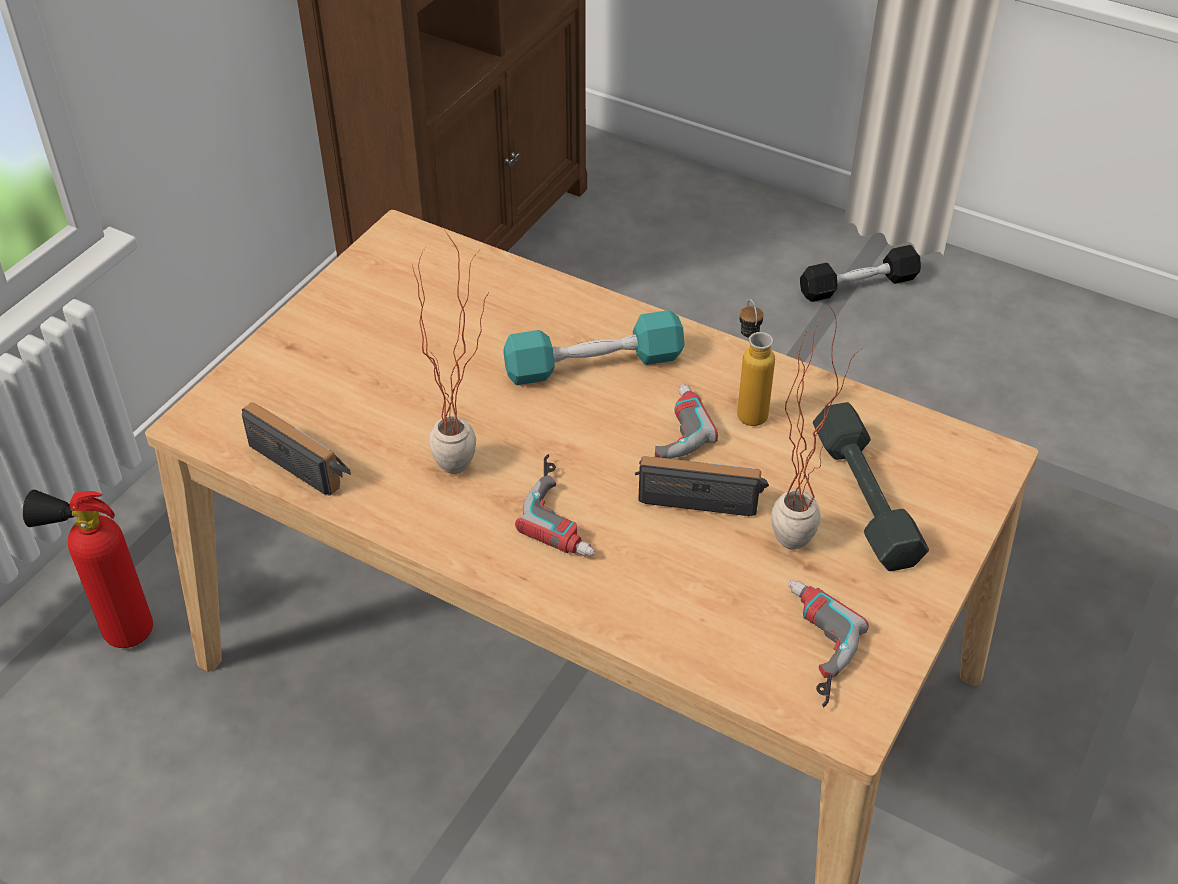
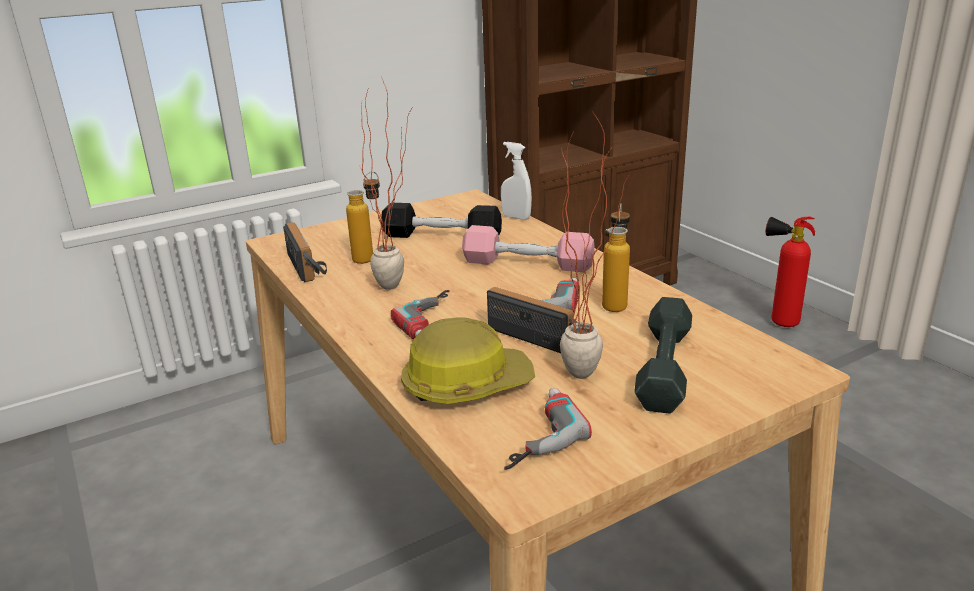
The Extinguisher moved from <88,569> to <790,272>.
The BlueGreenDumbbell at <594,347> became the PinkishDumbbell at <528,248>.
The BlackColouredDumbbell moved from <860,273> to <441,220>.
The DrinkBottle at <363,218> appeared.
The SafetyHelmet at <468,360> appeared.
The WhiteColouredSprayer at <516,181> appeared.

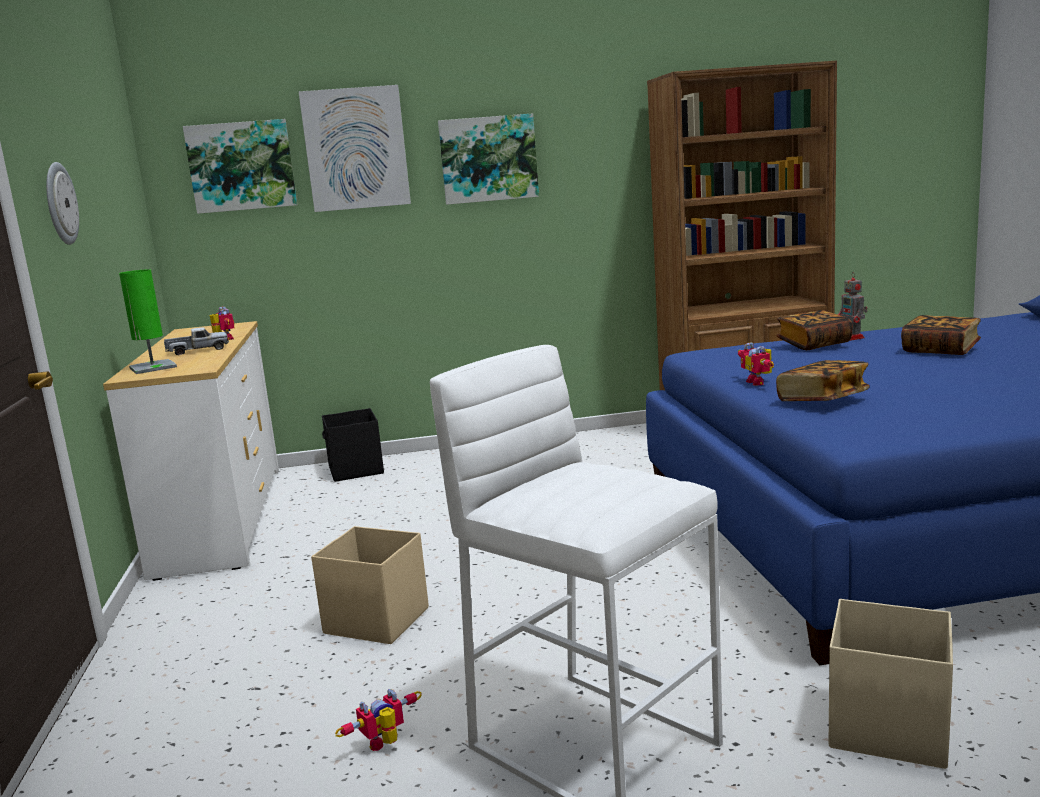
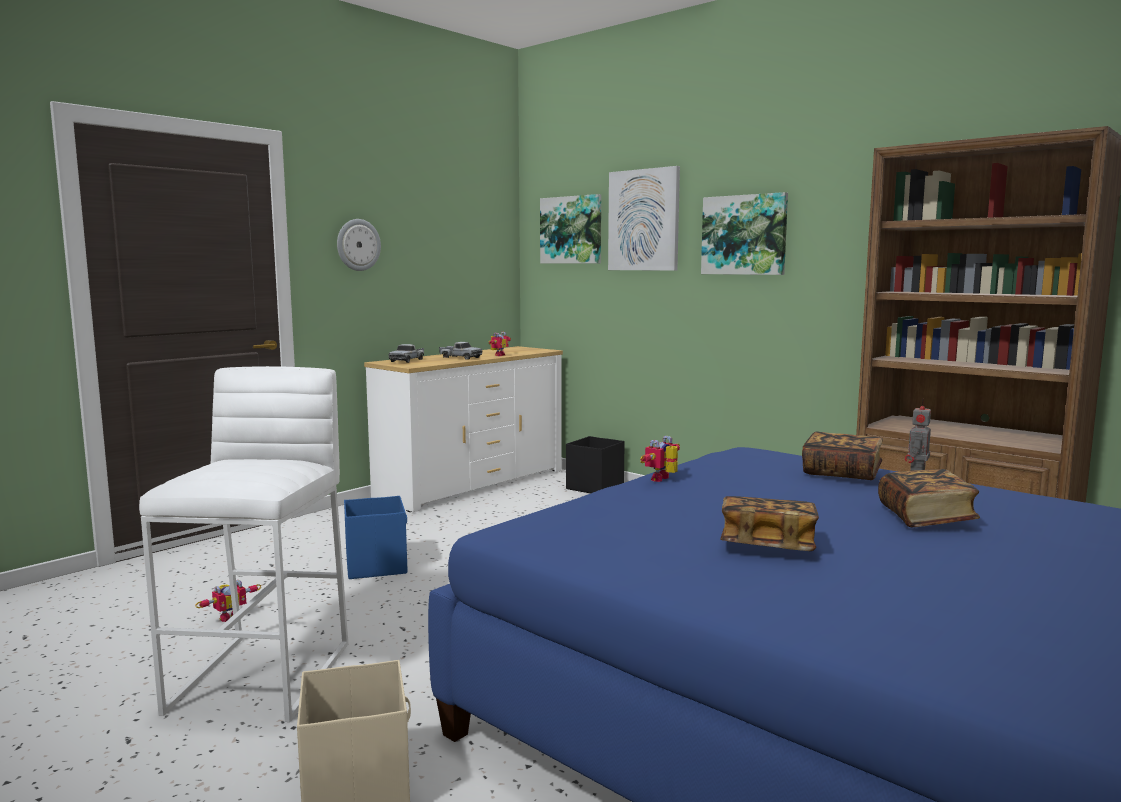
The GreenTableLamp at <148,321> was replaced by the ToyLorry at <406,353>.
The SandColouredStorageContainer at <370,585> became the BlueColouredStorageContainer at <375,537>.
The ToyRobot at <378,720> turned 120 degrees clockwise.
The BoundBook moved from <823,380> to <769,523>.

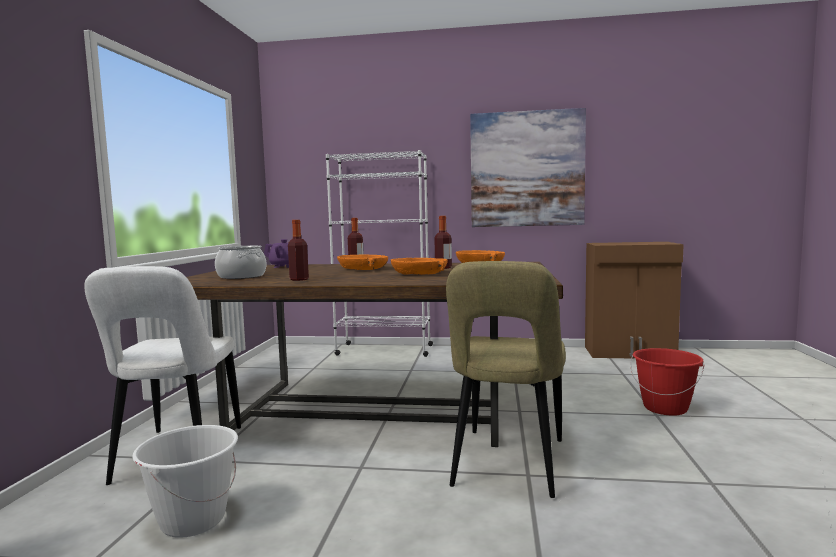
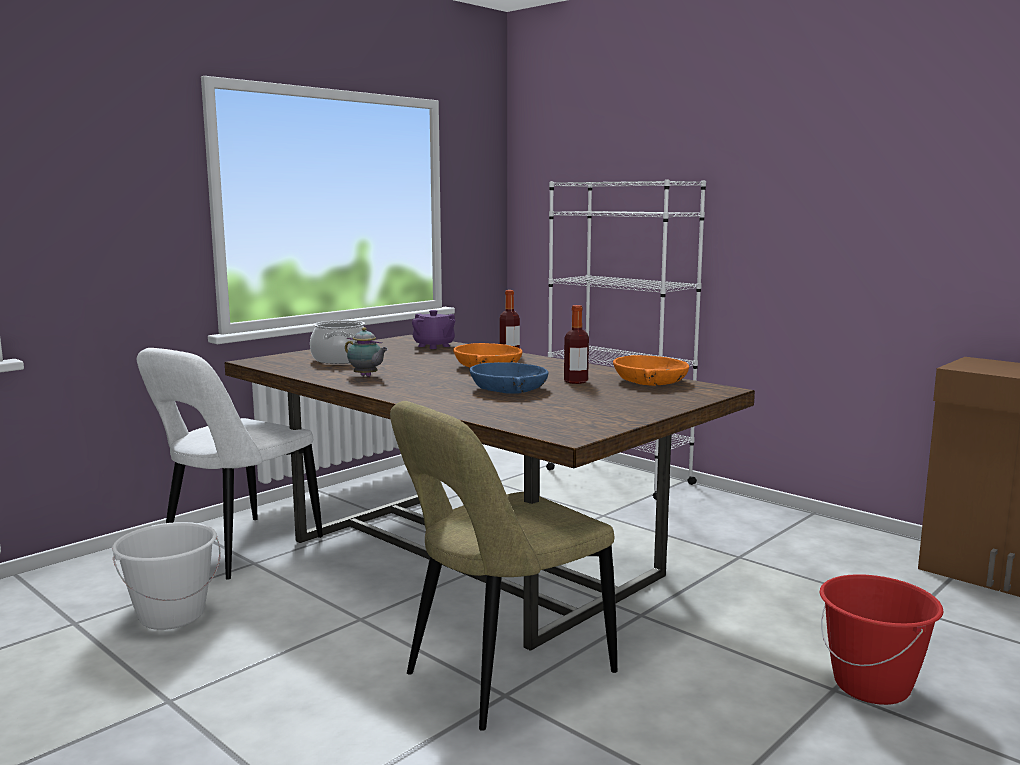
The DrinkBottle at <298,250> was replaced by the PotForTea at <366,352>.
The OrangeDeepDish at <419,266> became the BlueColouredDeepDish at <508,378>.
The WallArt at <528,167> disappeared.

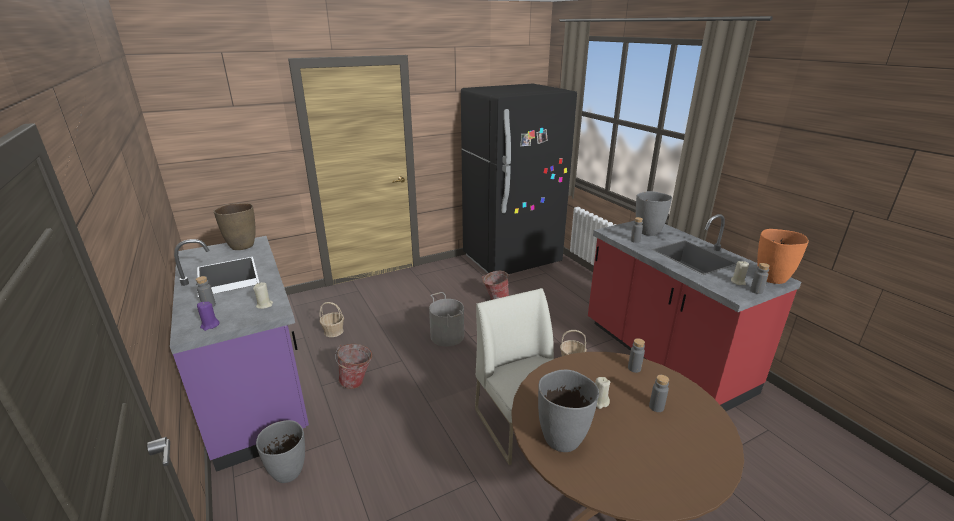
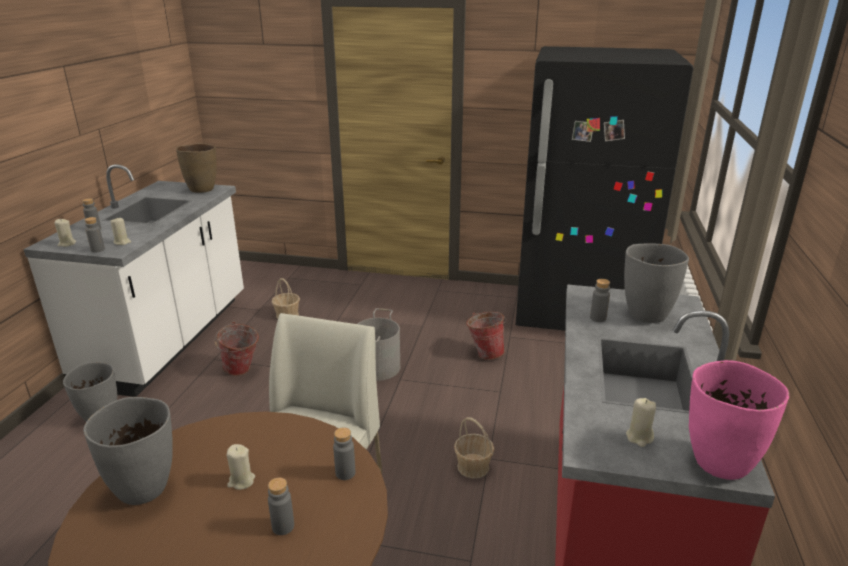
The PurpleColouredCounter at <239,354> became the WhiteColouredCounter at <133,280>.
The PurpleColouredWaxLight at <208,316> became the SandColouredWaxLight at <65,233>.
The GreyDrinkBottle moved from <760,278> to <95,235>.
The OrangeDecorativeVase at <783,256> became the PinkishDecorativeVase at <739,420>.

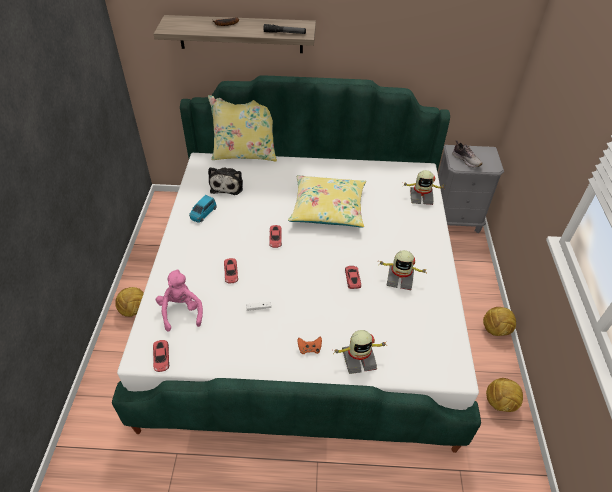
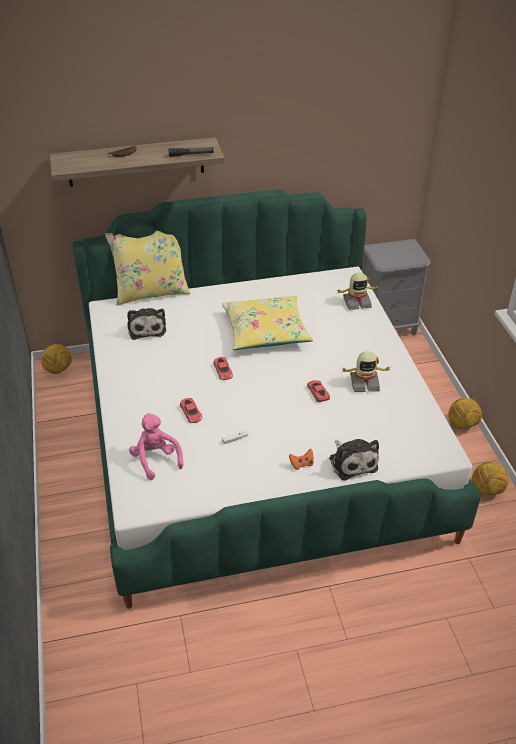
The FootballBall moved from <129,302> to <56,359>.
The ReddishModelCar at <161,356> disappeared.
The BlueColouredModelCar at <202,209> disappeared.
The ToyRobot at <360,352> was replaced by the PlushToy at <354,460>.
The LowShoe at <467,153> disappeared.

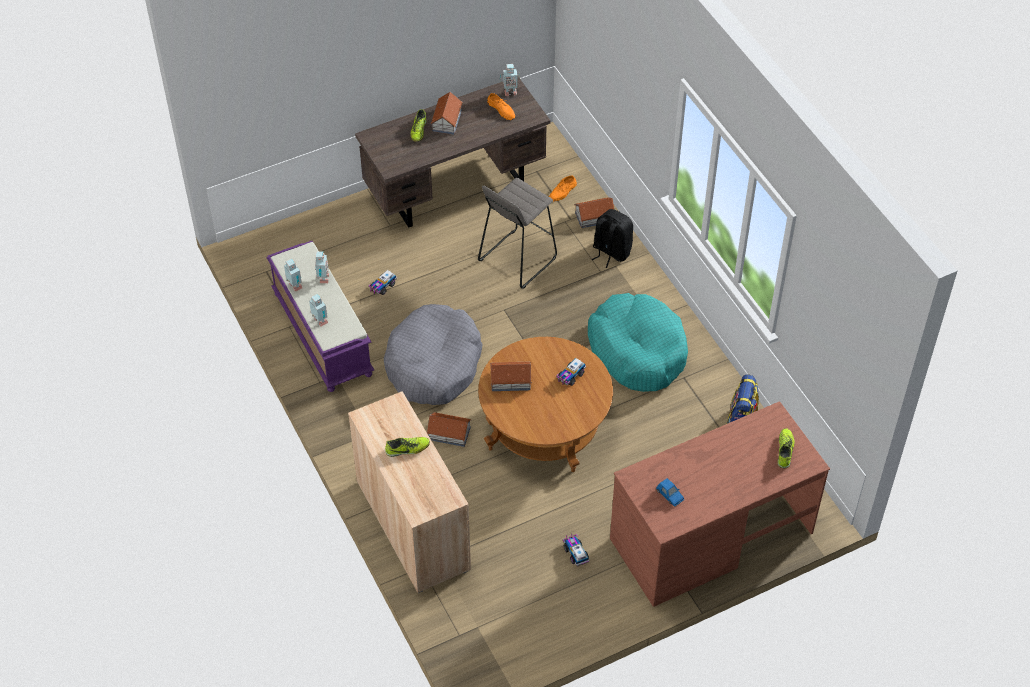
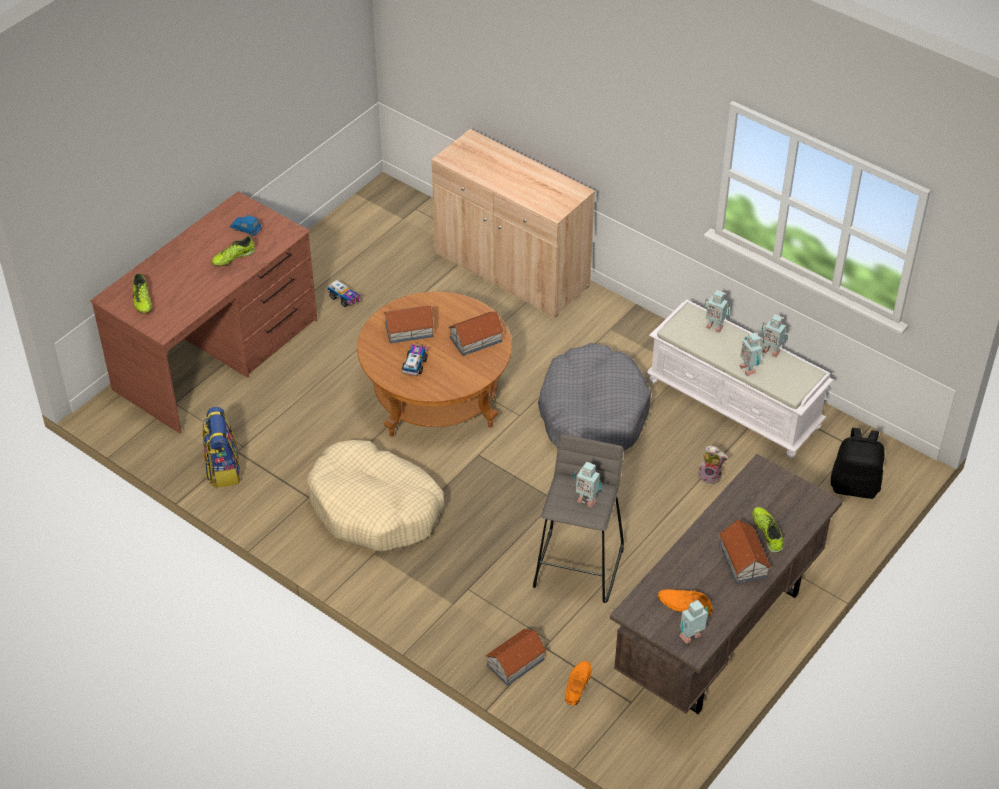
The PurpleColouredLongSeat at <320,316> became the WhiteColouredLongSeat at <739,379>.
The ToyLorry at <382,282> was replaced by the PlushToy at <713,464>.
The LowShoe moved from <407,447> to <233,251>.
The ModelHouse moved from <449,429> to <409,324>.
The BlueGreenDogBed at <638,342> became the SandColouredDogBed at <375,496>.
The BlackColouredRucksack moved from <612,238> to <858,463>.
The ToyRobot at <588,485> appeared.

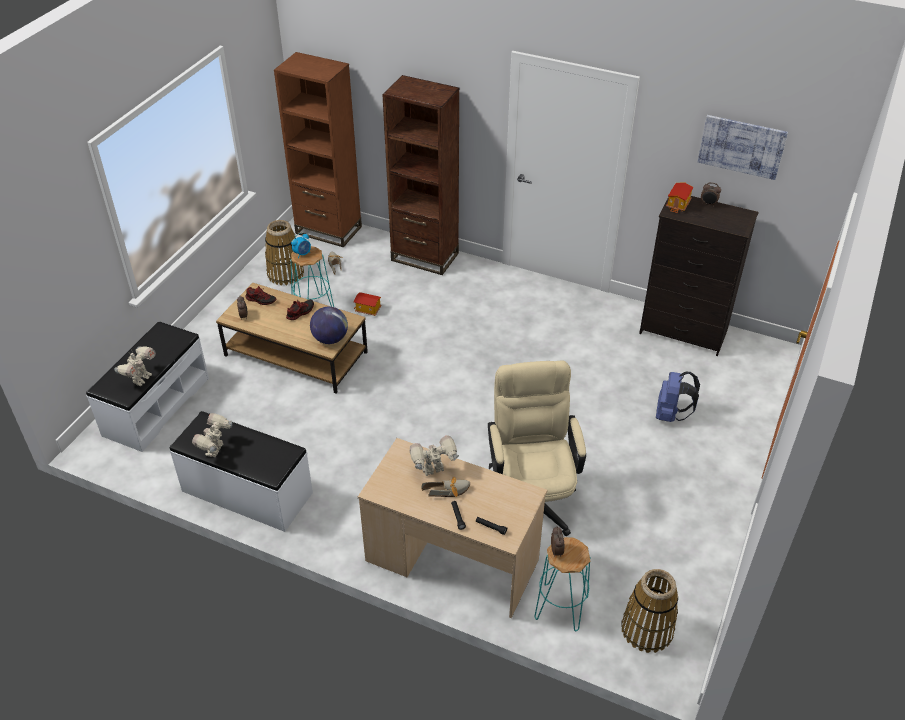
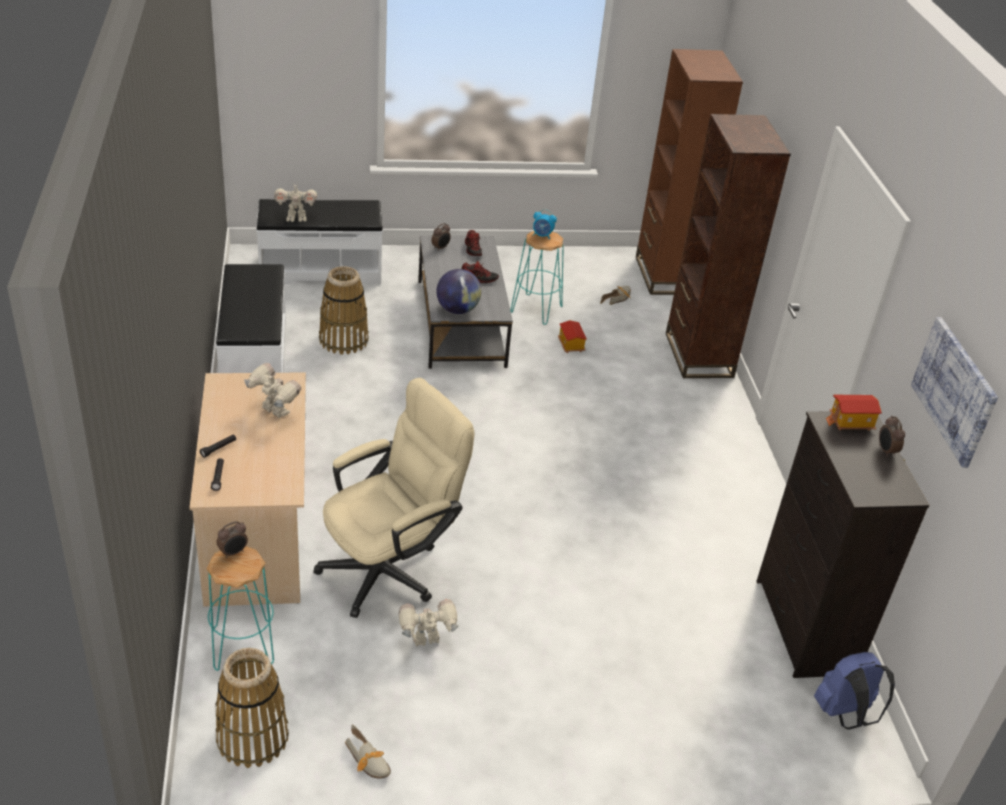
The ToyRobot moved from <212,435> to <429,622>.
The BrownColouredCoffeeTable at <292,338> became the GreyCoffeeTable at <465,302>.
The StorageBasket moved from <284,253> to <344,310>.
The LowShoe moved from <446,487> to <368,751>.
The BlueColouredRucksack moved from <678,397> to <854,691>.

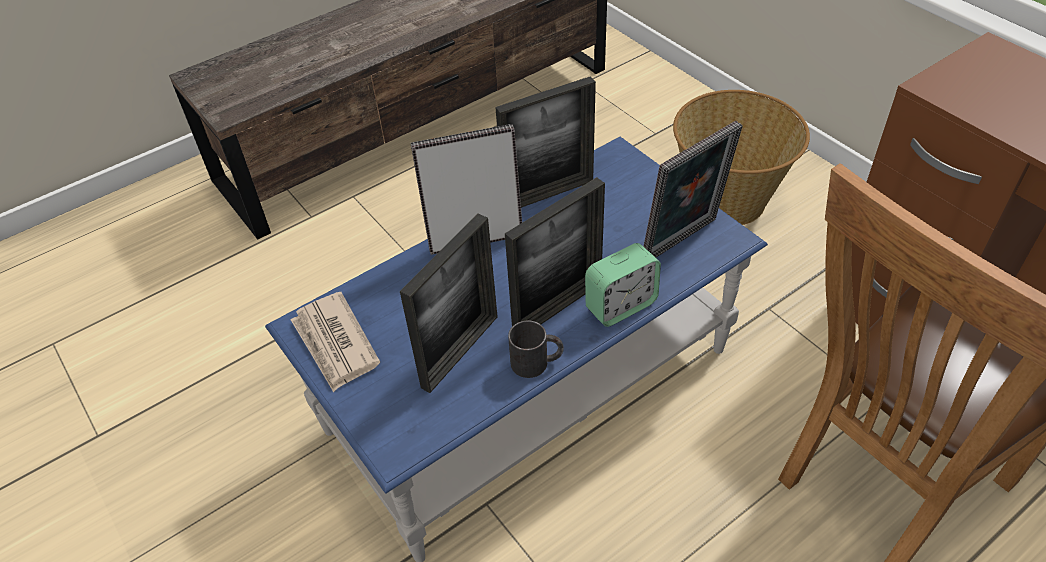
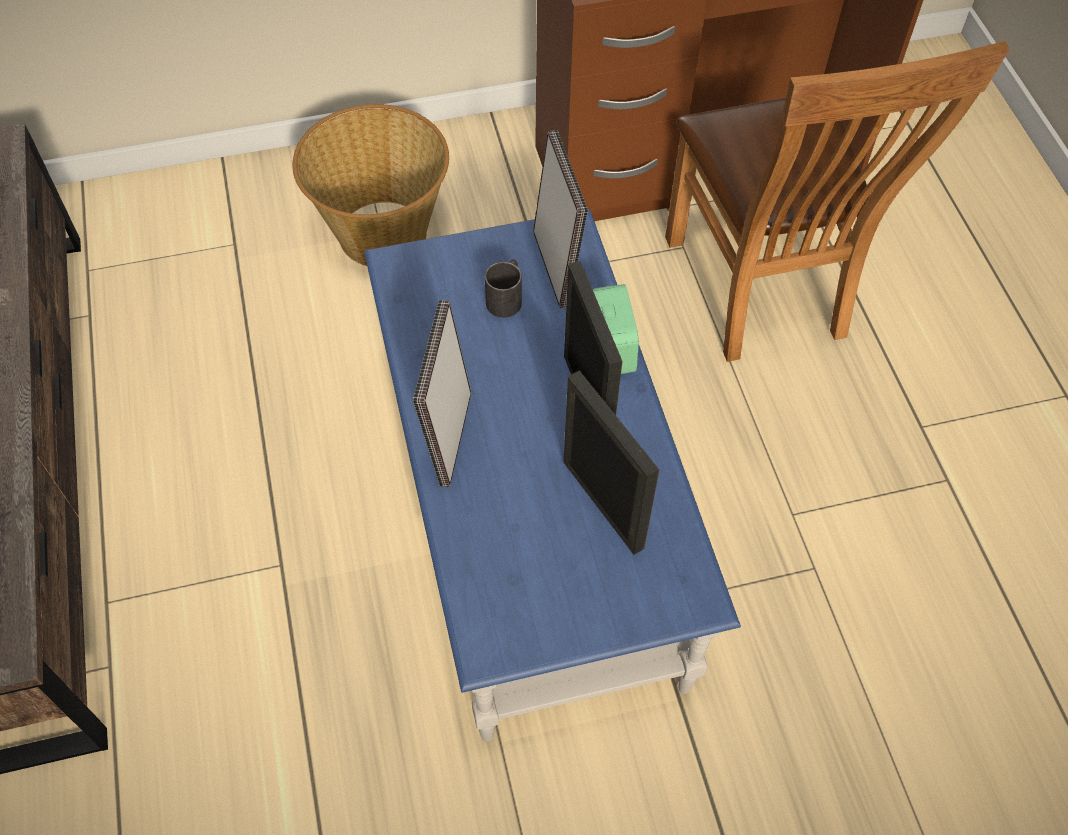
The DailyPaper at <335,342> disappeared.
The PhotoFrame at <545,142> disappeared.
The BlackColouredCoffeeMug moved from <536,349> to <503,288>.

